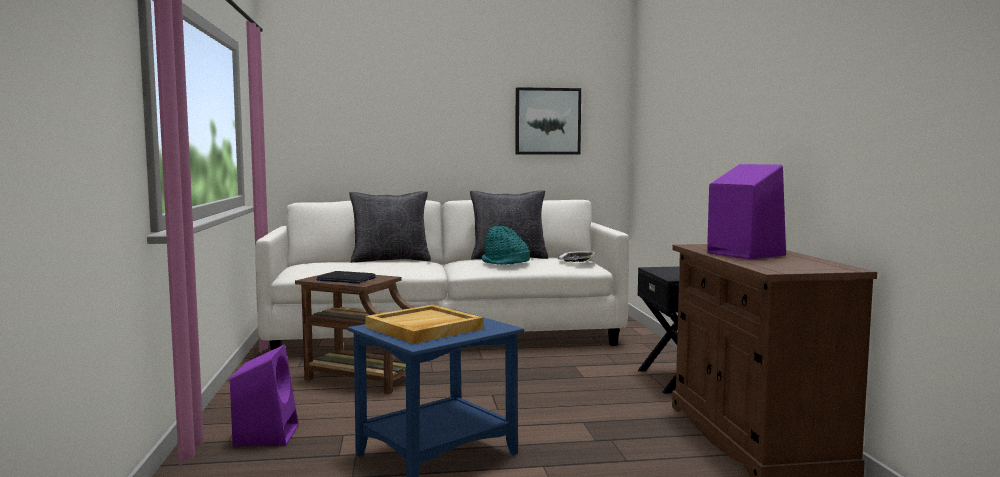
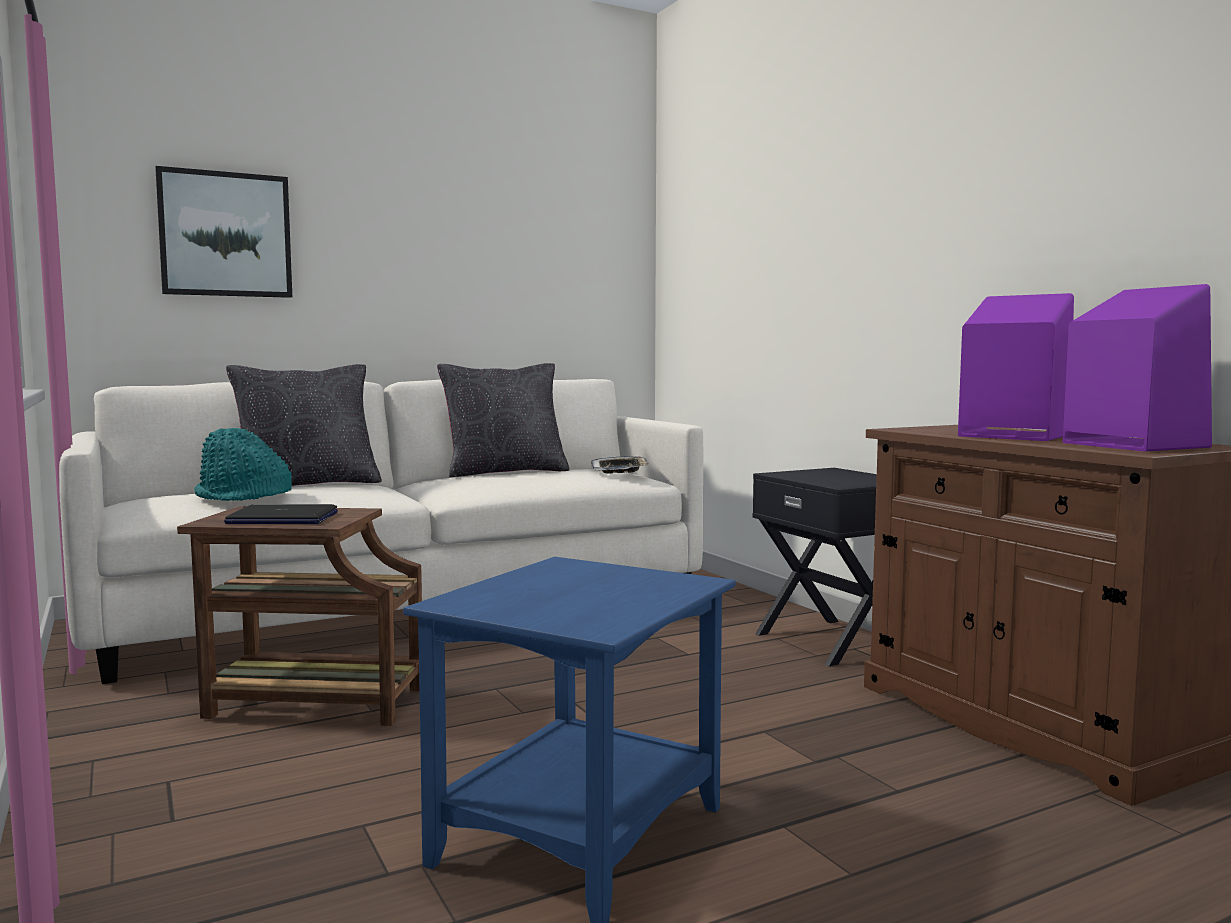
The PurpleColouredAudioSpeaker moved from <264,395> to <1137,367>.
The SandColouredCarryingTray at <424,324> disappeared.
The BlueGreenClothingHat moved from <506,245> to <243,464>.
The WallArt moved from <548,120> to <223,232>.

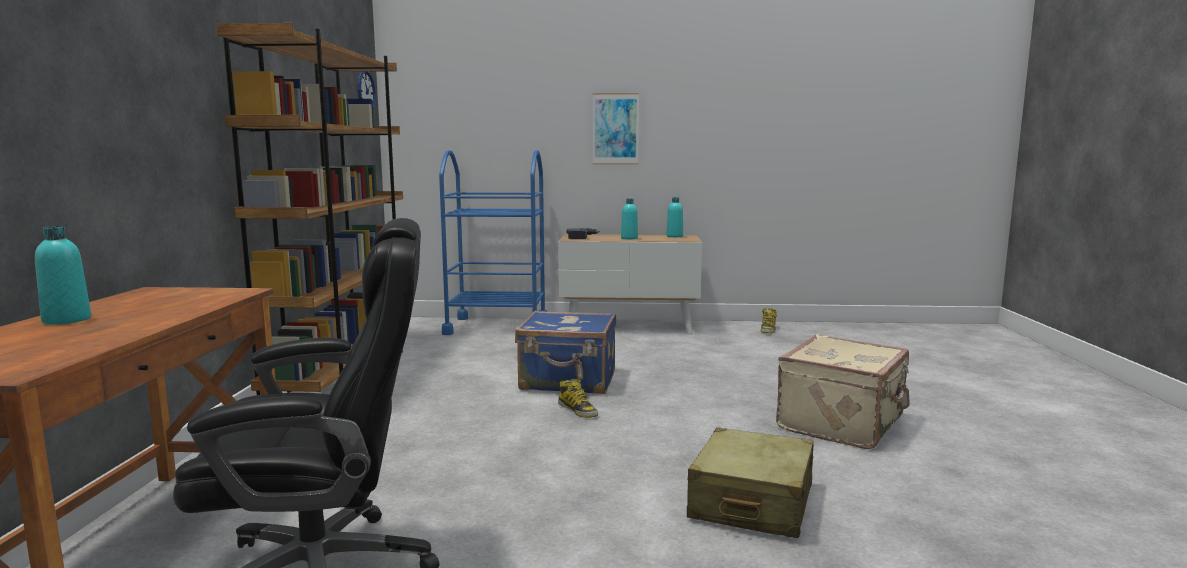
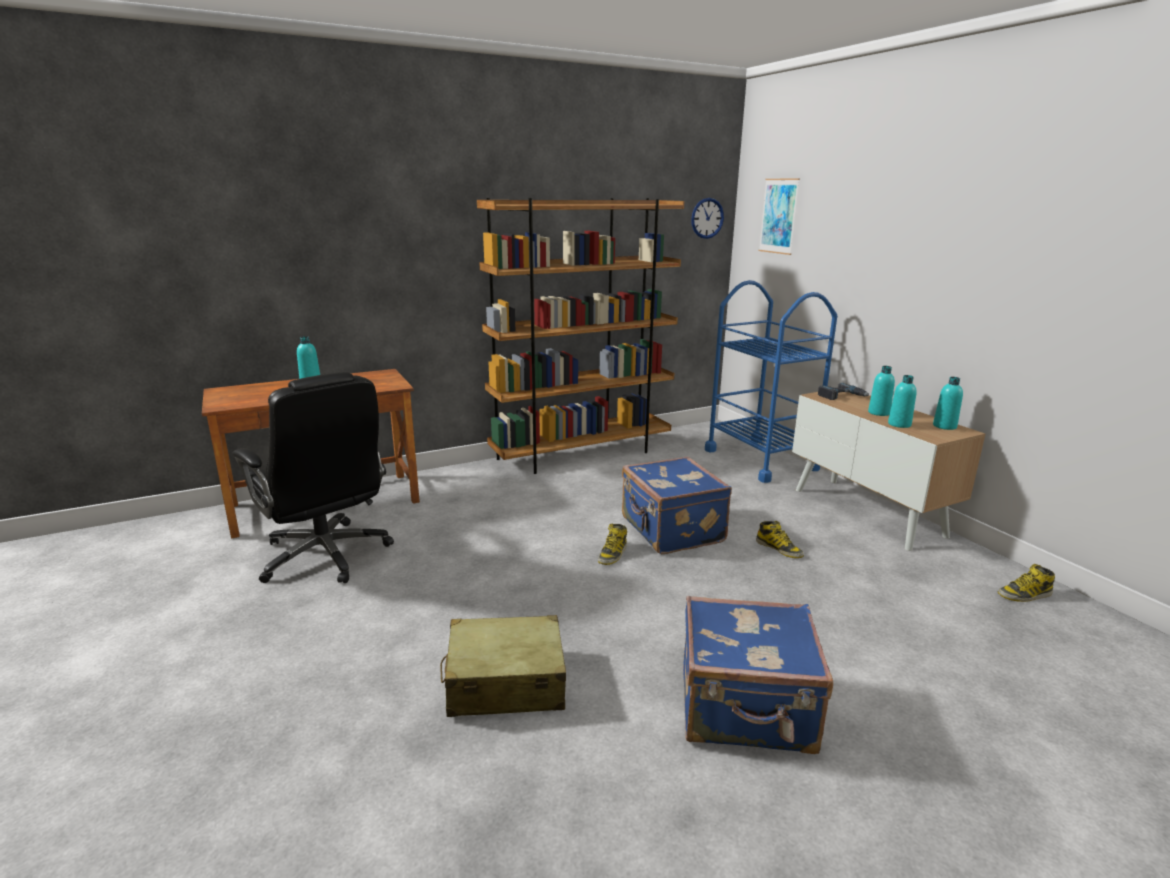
The WallArt moved from <616,129> to <779,216>.
The SandColouredTravelCase at <842,391> became the BlueColouredTravelCase at <758,675>.
The HighTopBoot at <780,539> appeared.
The BlueGreenDrinkBottle at <902,401> appeared.

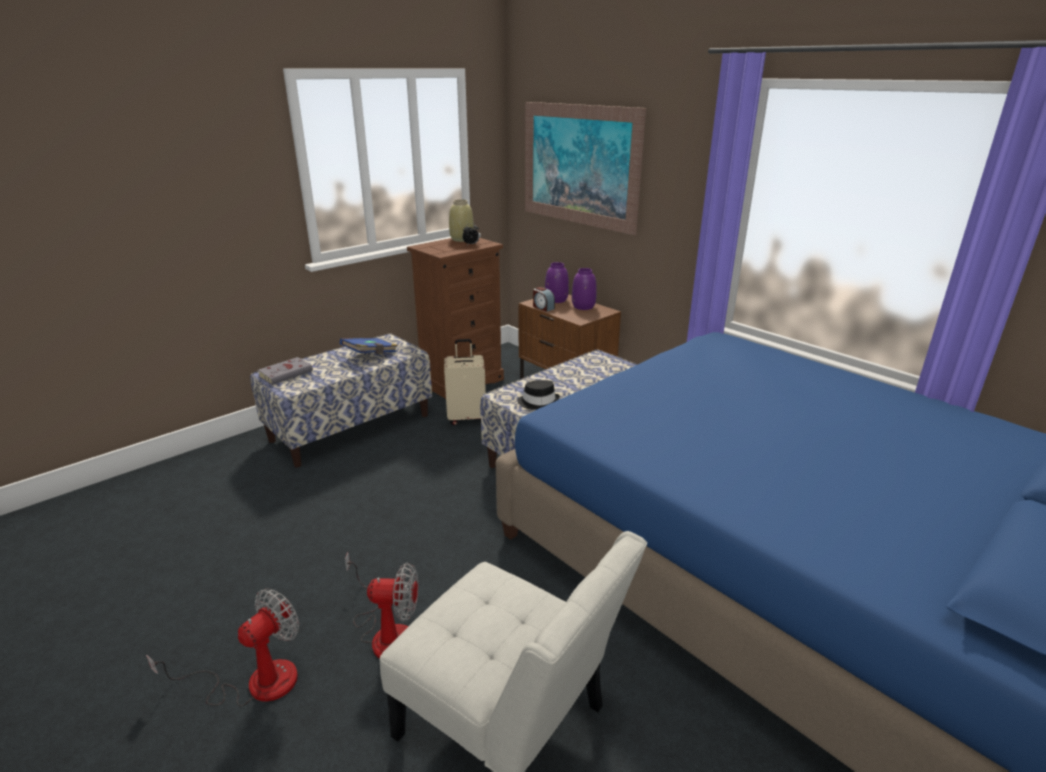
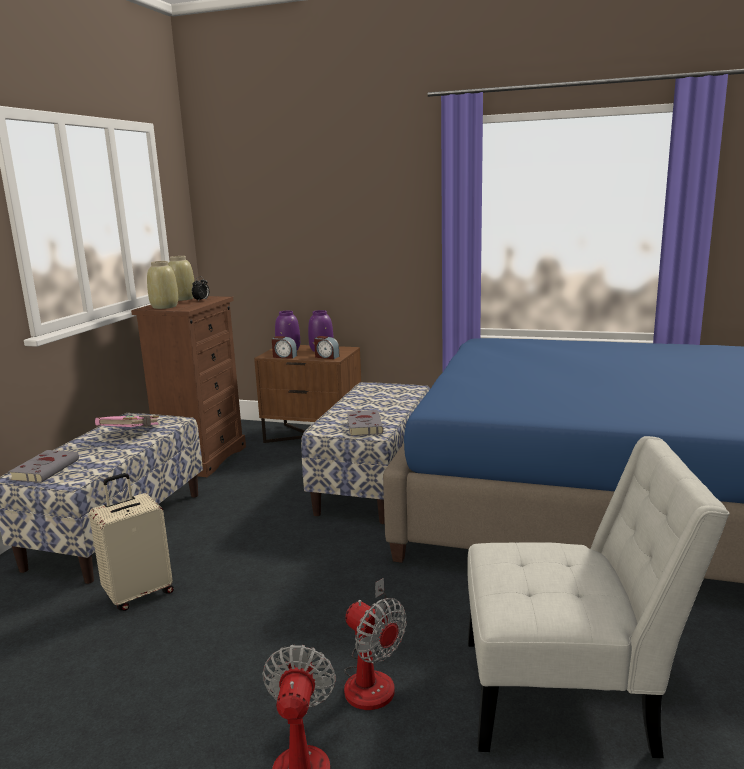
The BlueColouredBoundBook at <369,346> became the PinkishBoundBook at <127,421>.
The ElectricFan at <381,606> turned 75 degrees clockwise.
The SandColouredTravelCase moved from <465,382> to <131,542>.
The BlackColouredClothingHat at <538,395> was replaced by the GreyBoundBook at <365,423>.
The WallArt at <585,168> disappeared.
The SandColouredDecorativeVase at <162,285> appeared.
The BedsideClock at <326,347> appeared.

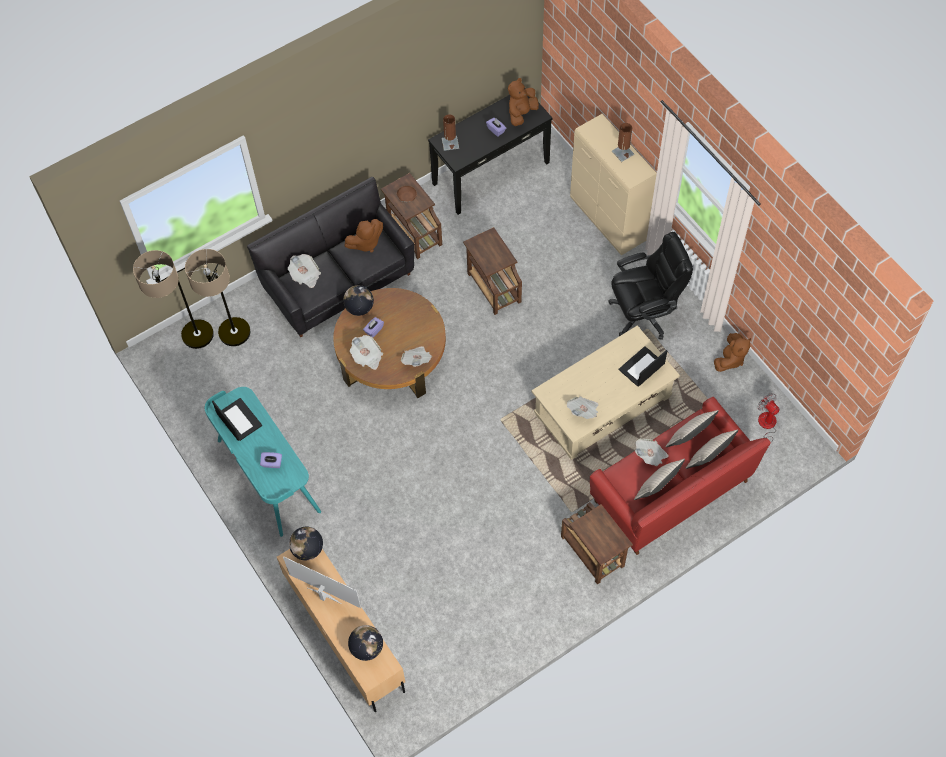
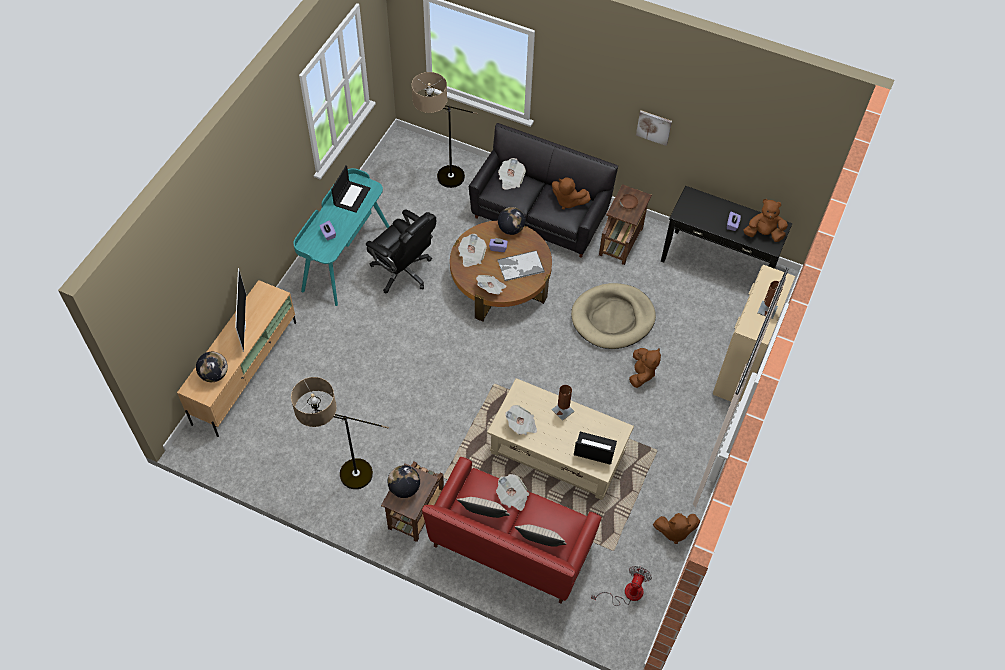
The StandardLamp moved from <173,299> to <340,433>.
The WorldGlobe moved from <306,543> to <403,481>.
The BrownColouredTableLamp moved from <450,132> to <563,403>.
The BrownColouredSideTable at <492,271> was replaced by the SandColouredDogBed at <613,316>.
The BlackColouredDeskChair moved from <651,286> to <401,251>.
The SandColouredThrowPillow at <692,428> disappeared.
The CarryingTray at <521,265> appeared.
The BrownColouredPlushToy at <645,368> appeared.
The WallArt at <654,128> appeared.

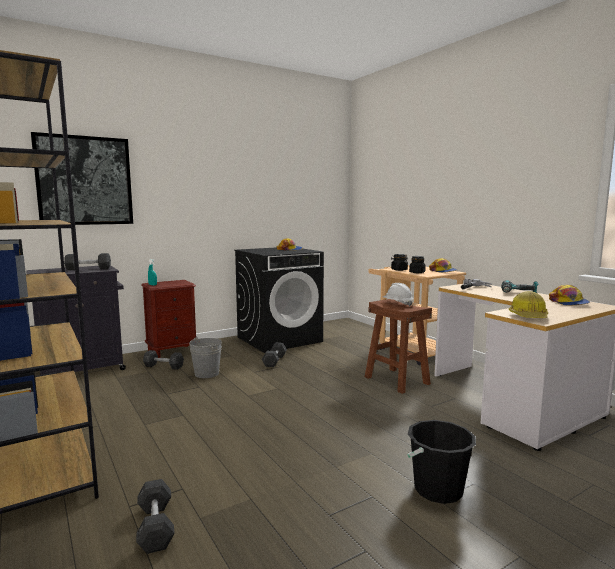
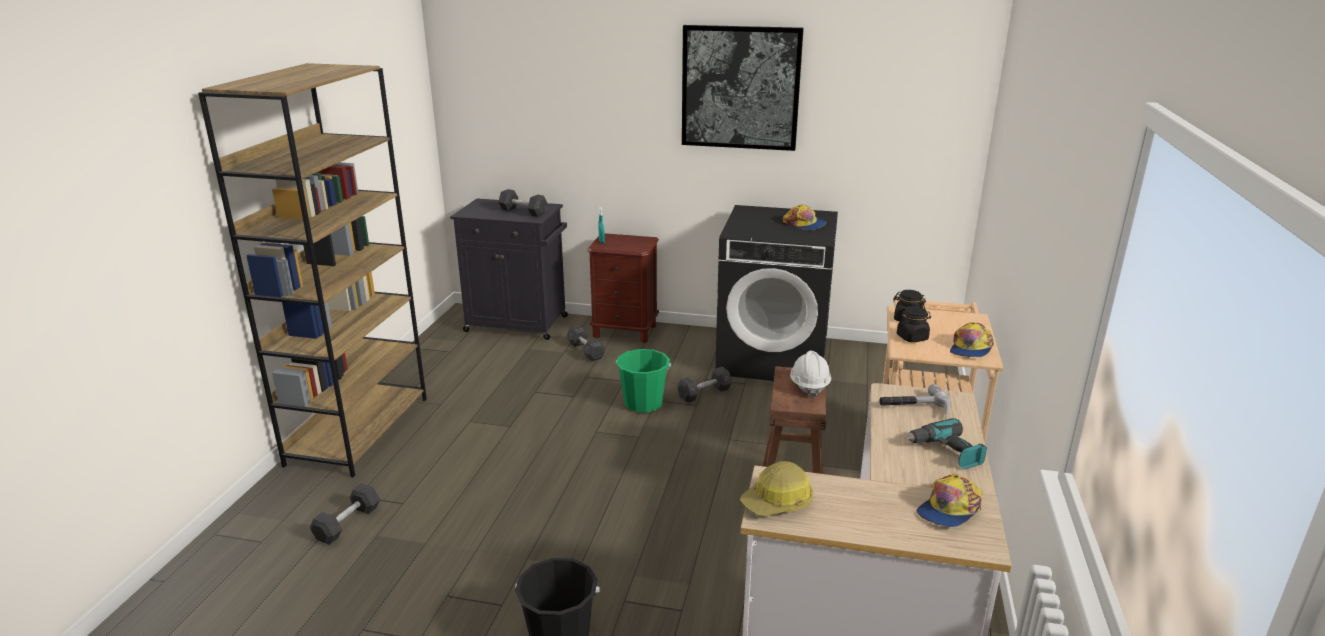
The WallArt moved from <82,178> to <743,88>.
The GreyBucket at <205,357> disappeared.
The GreenBucket at <643,381> appeared.

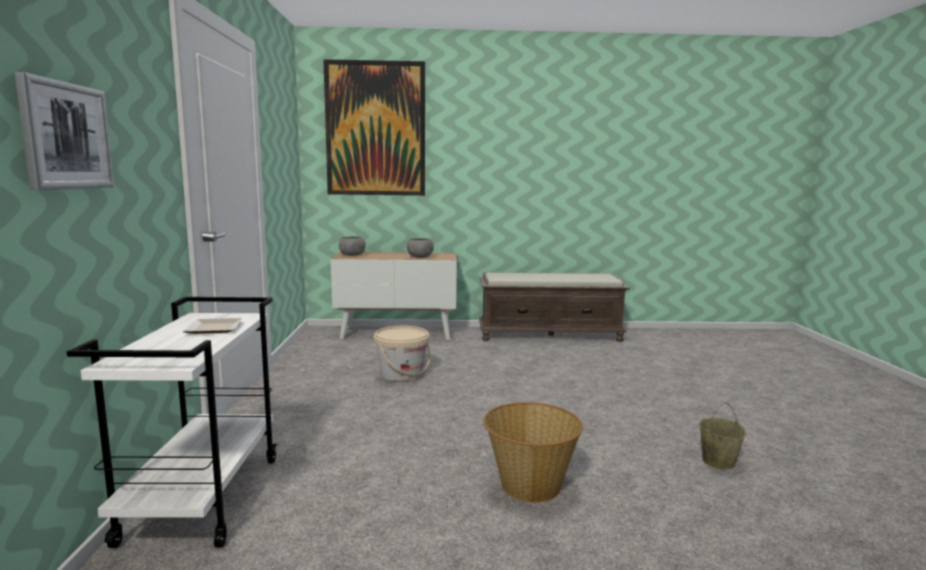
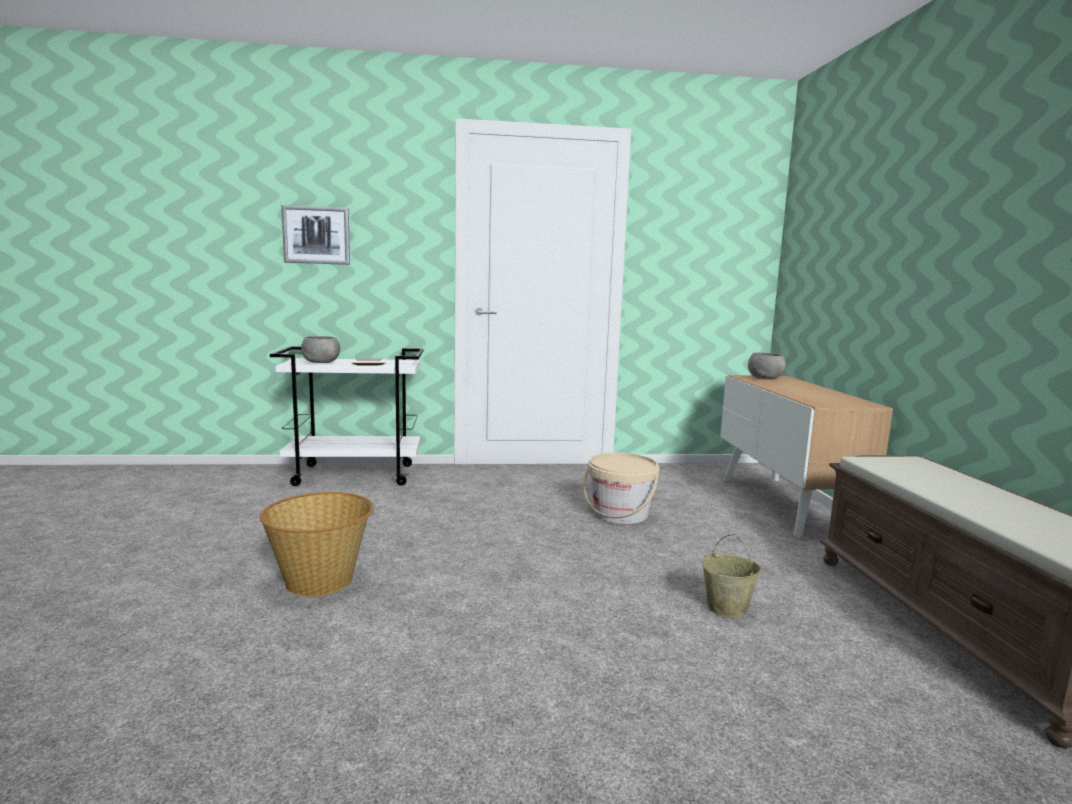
The WallArt at <374,127> disappeared.
The GreyDeepDish moved from <420,248> to <320,349>.
The SandColouredBucket moved from <723,436> to <731,576>.

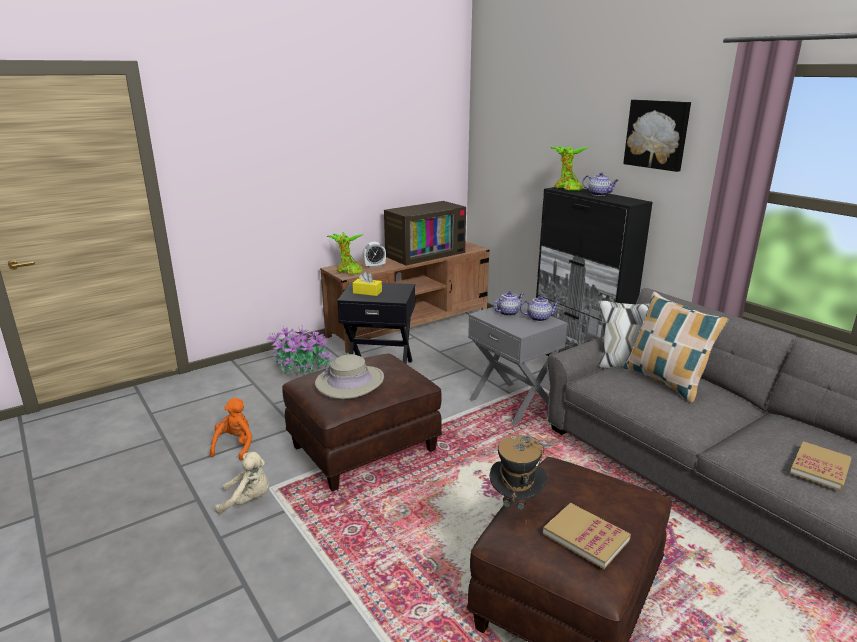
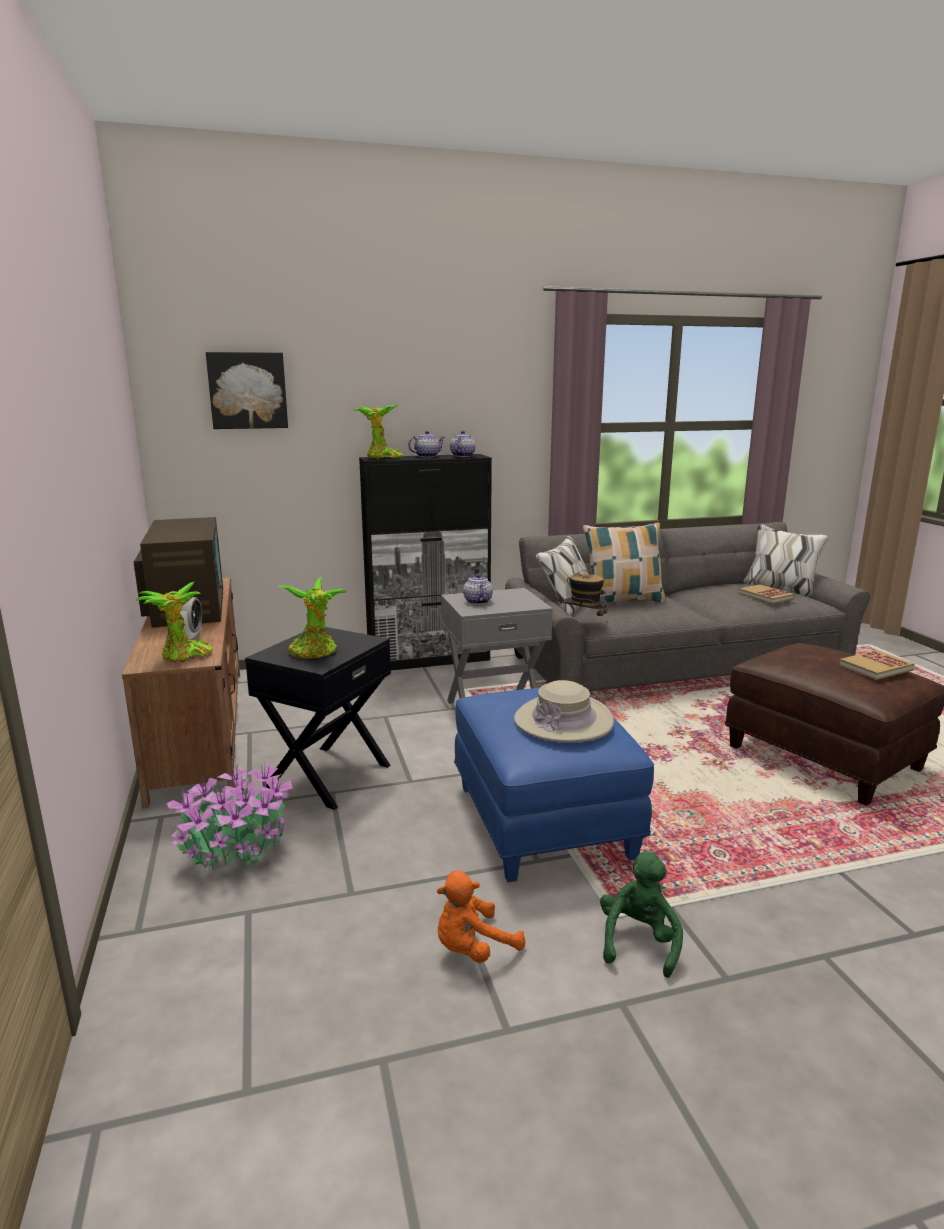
The OrangePlushToy at <231,429> turned 60 degrees counterclockwise.
The SandColouredPlushToy at <242,483> became the GreenPlushToy at <641,914>.
The BrownColouredFootrest at <362,422> became the BlueColouredFootrest at <554,785>.
The YellowishBoxOfTissues at <367,284> was replaced by the PottedPlant at <312,617>.
The ClothingHat moved from <518,480> to <586,597>.
The PotForTea moved from <540,308> to <462,444>.
The WallArt moved from <657,136> to <247,390>.

